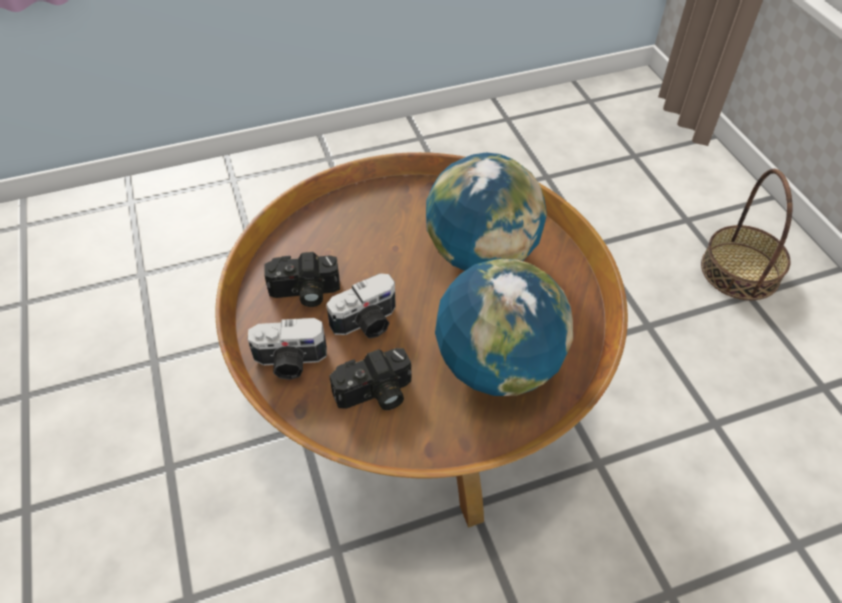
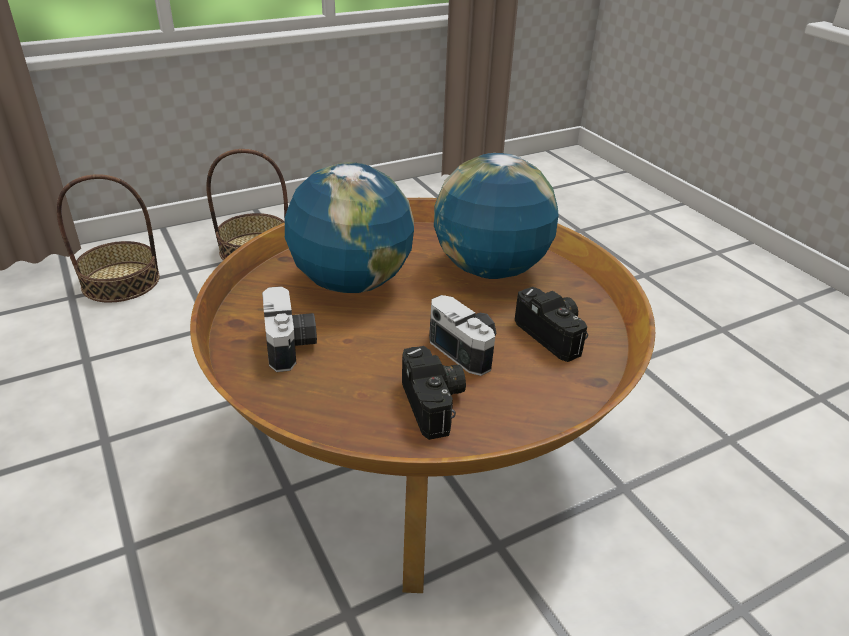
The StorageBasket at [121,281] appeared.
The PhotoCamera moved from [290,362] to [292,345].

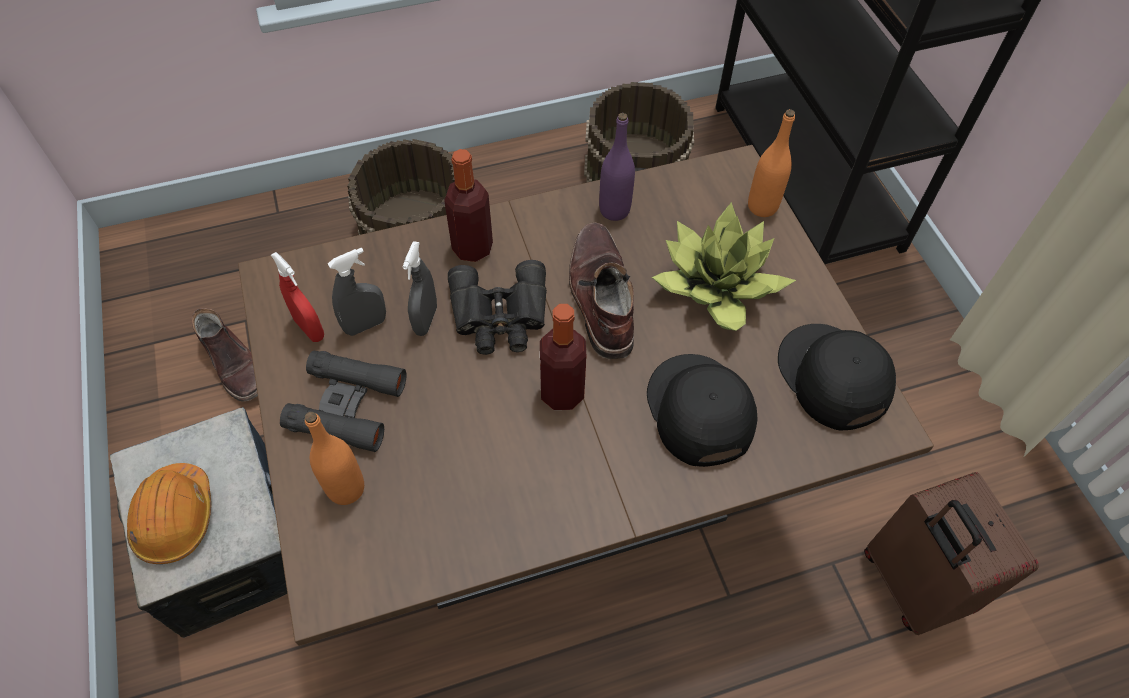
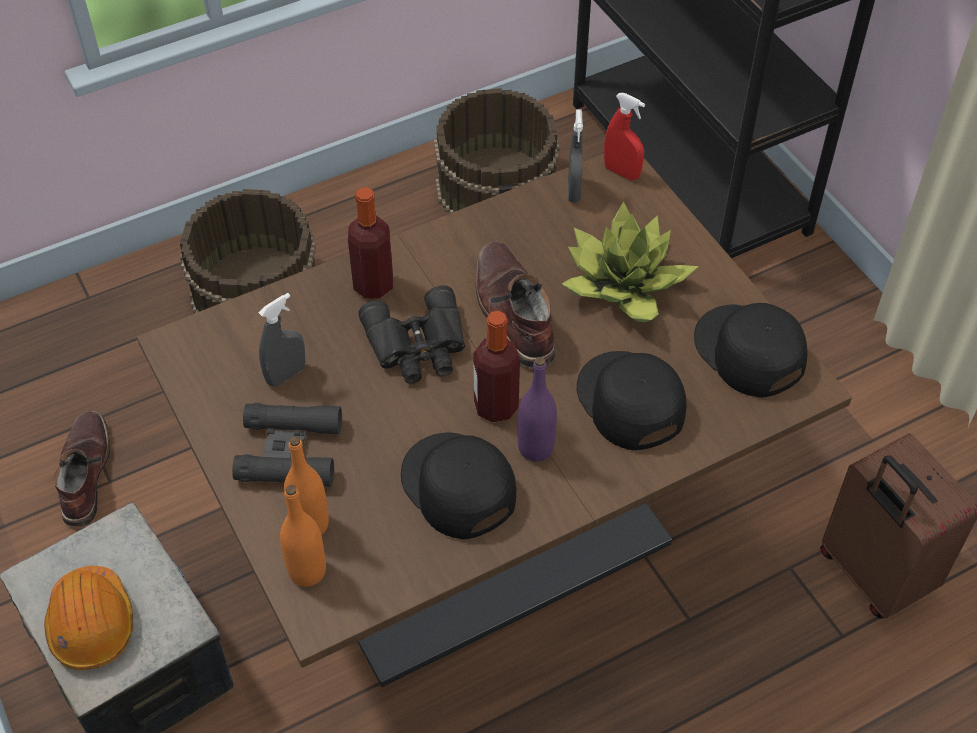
The BlackColouredBaseballCap at [457,487] appeared.
The ReddishSprayer moved from [309,329] to [621,172].
The GreyishSprayer moved from [426,320] to [574,191].
The PurpleDrinkBottle moved from [614,210] to [535,448].
The OrangeColouredDrinkBottle moved from [762,206] to [307,571].
The BrownTallBoot at [234,364] turned 135 degrees counterclockwise.

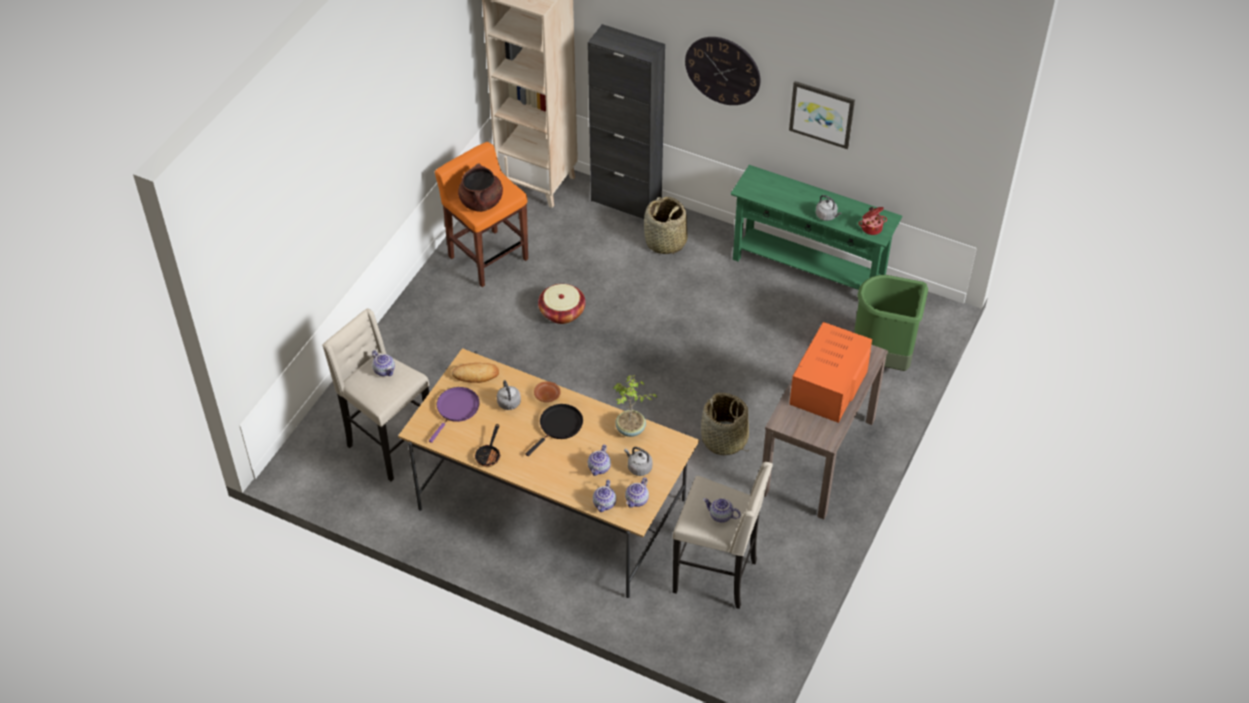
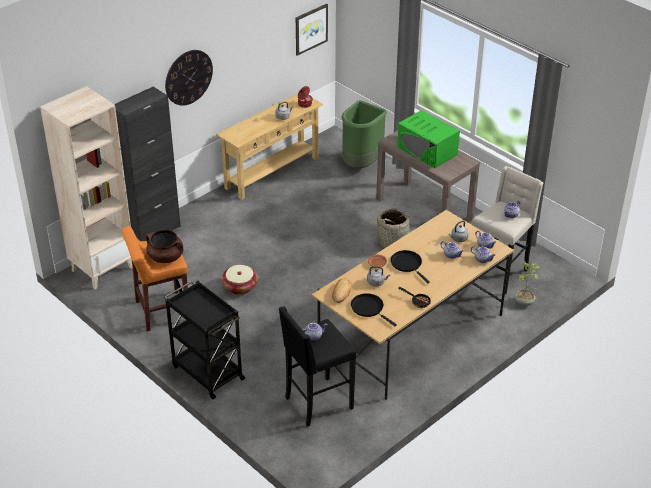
The StorageBasket at [665,242] disappeared.
The BlackColouredTrolley at [207,372] appeared.
The PottedPlant moved from [630,430] to [524,302].
The WallPicture moved from [822,114] to [311,29].
The BeigeColouredStoolSeat at [388,445] became the BlackColouredStoolSeat at [317,403].
The PurpleSkillet at [456,409] became the BlackColouredSkillet at [369,308].
The GreenColouredNarrowTable at [808,271] became the BeigeColouredNarrowTable at [271,172].
The OrangeColouredMicrowaveOven at [828,386] became the GreenColouredMicrowaveOven at [427,151].

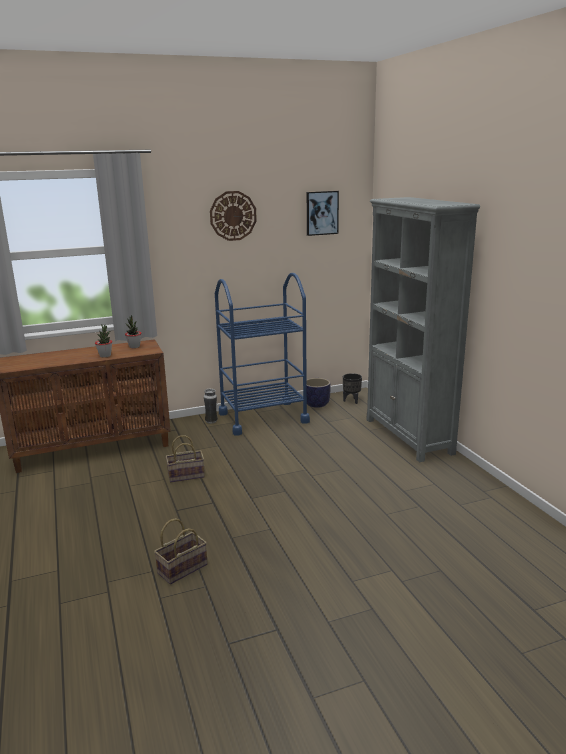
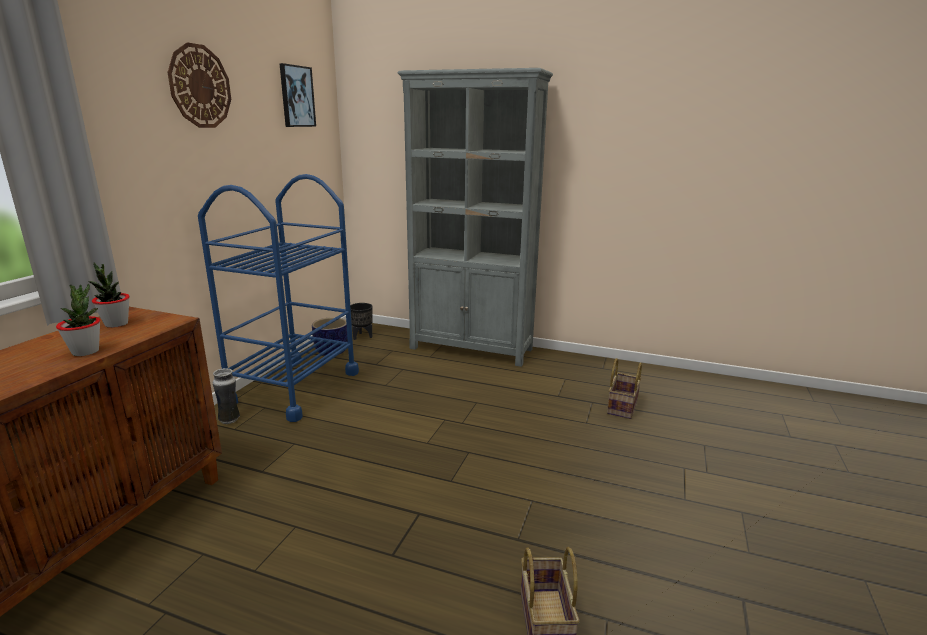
The StorageBasket moved from [187,475] to [621,406].

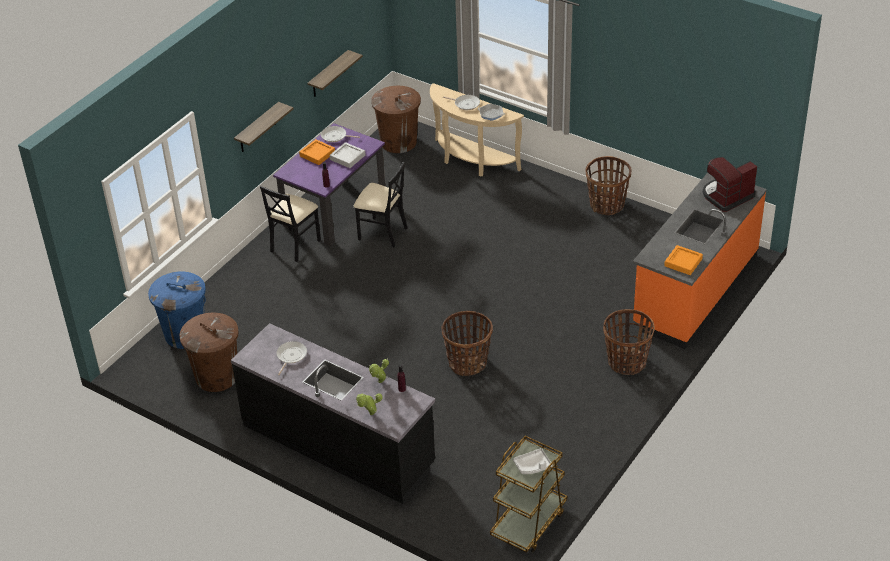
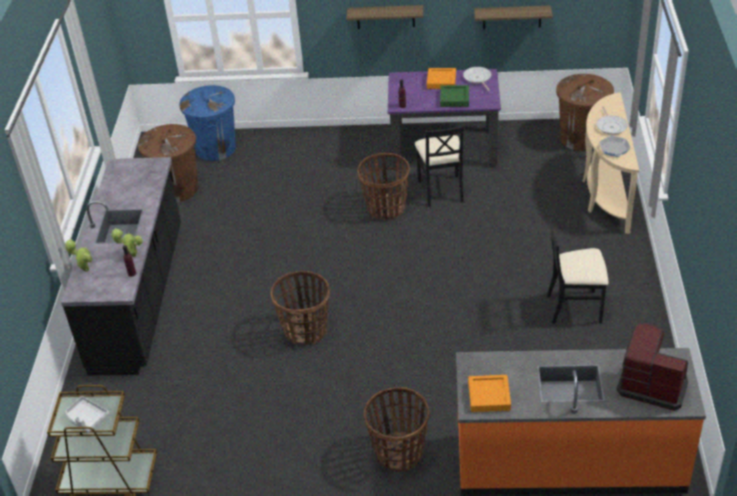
The Skillet at [290,356] disappeared.
The BlackColouredUprightChair moved from [295,245] to [574,307].
The StorageBasket moved from [607,205] to [385,208].
The GreyishCarryingTray at [347,157] became the GreenColouredCarryingTray at [454,99].

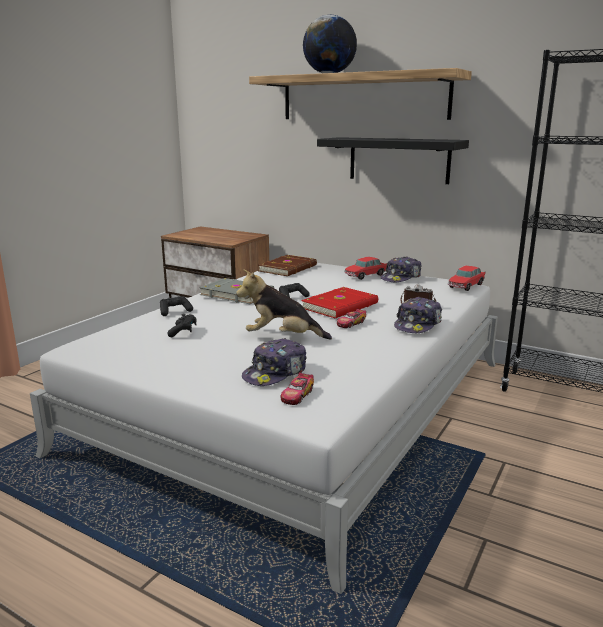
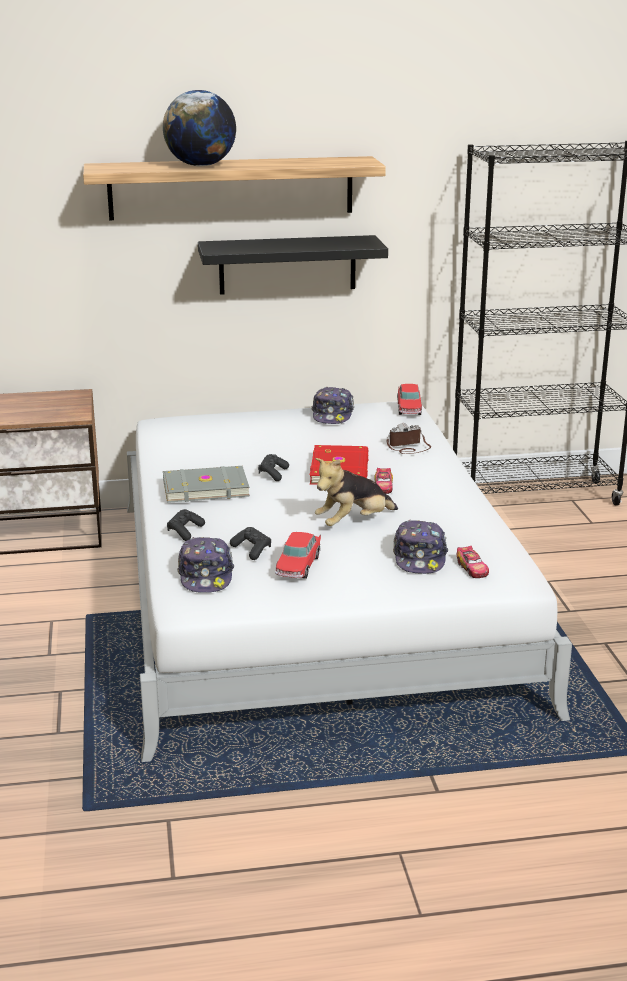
The BrownBoundBook at [289,268] disappeared.
The ModelCar moved from [365,275] to [298,566].
The BaseballCap moved from [418,325] to [206,575].

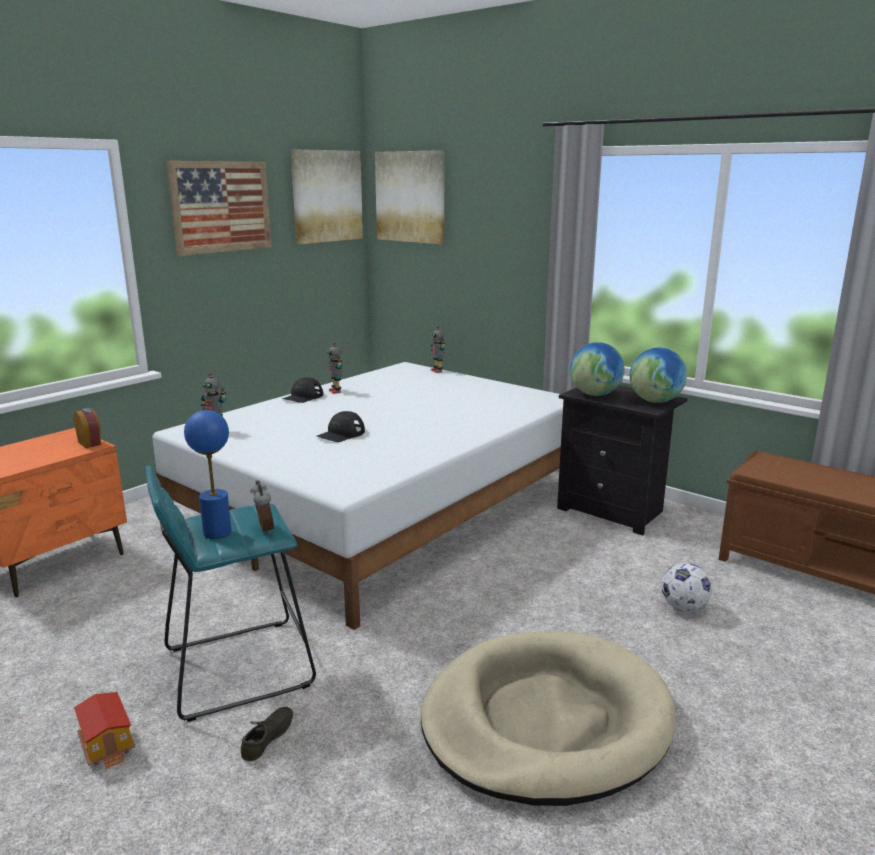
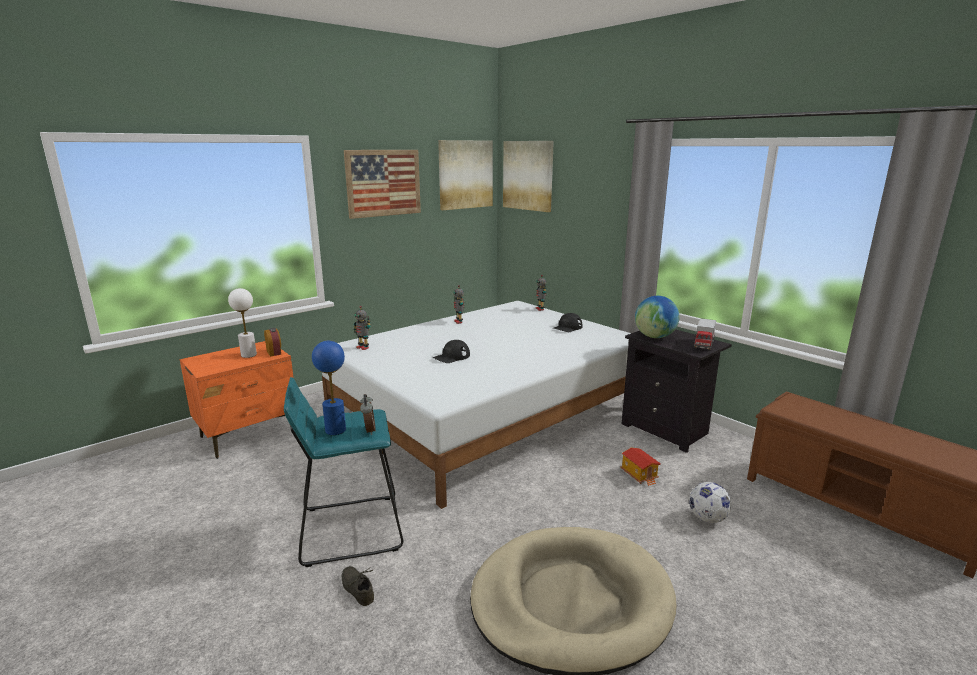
The WhiteColouredTableLamp at [249,355] appeared.
The ModelHouse moved from [108,744] to [639,475].
The BlackColouredBaseballCap moved from [303,397] to [567,327].
The DeskGlobe at [655,401] was replaced by the ToyLorry at [703,345].
The GreyishLowShoe at [270,739] turned 75 degrees counterclockwise.

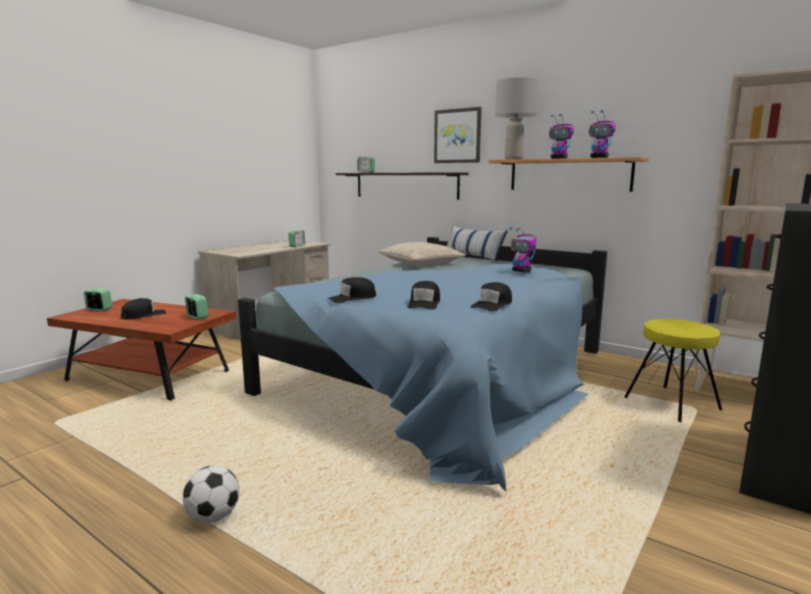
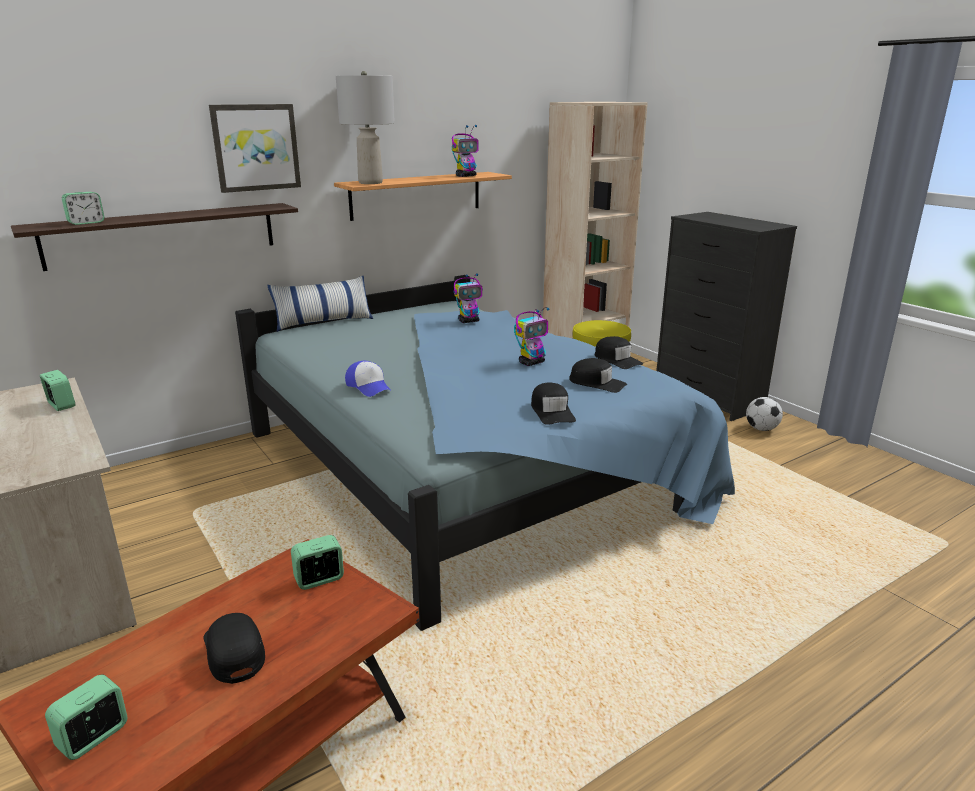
The BeigeColouredCushion at [420,263] disappeared.
The BaseballCap at [369,387] appeared.
The BallForFootball moved from [213,516] to [761,429].
The ModelRobot moved from [559,158] to [532,362].

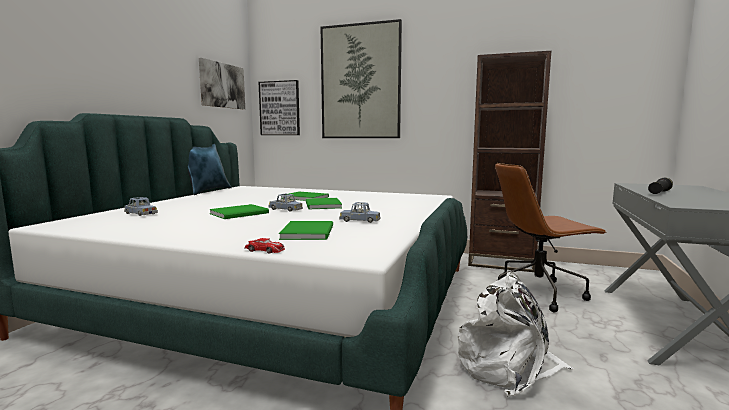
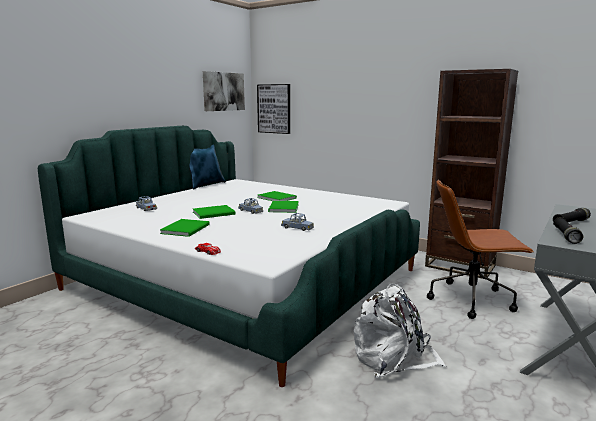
The WallPicture at [360,82] disappeared.
The BlackColouredFlashlight at [566,236] appeared.
The GreenColouredBoundBook moved from [309,232] to [187,229].

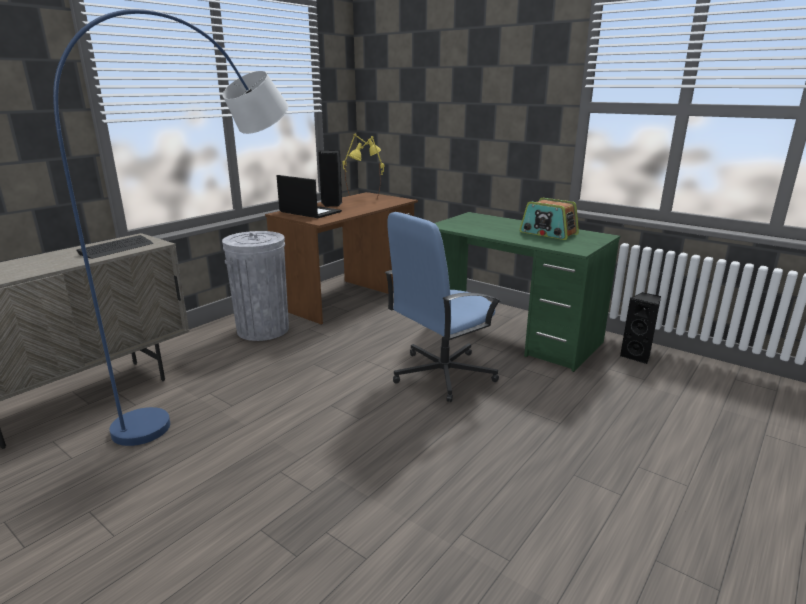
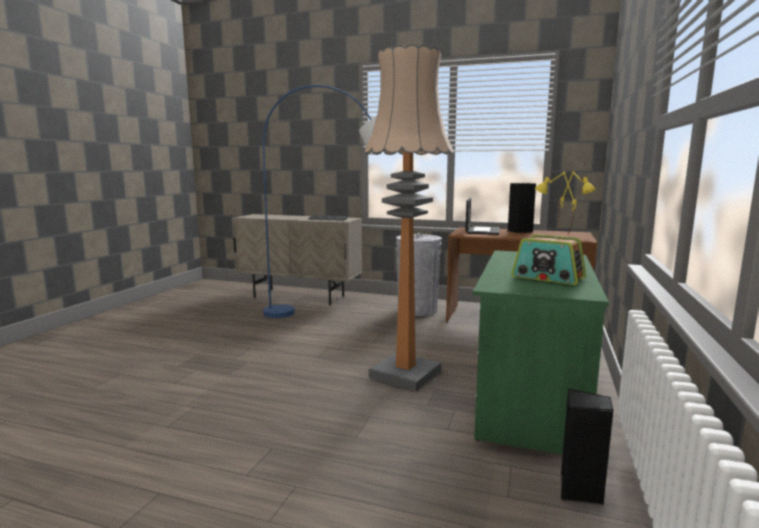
The BluishComputerChair at [442,374] was replaced by the StandardLamp at [405,374].
The RadioReceiver at [548,233] turned 75 degrees counterclockwise.

